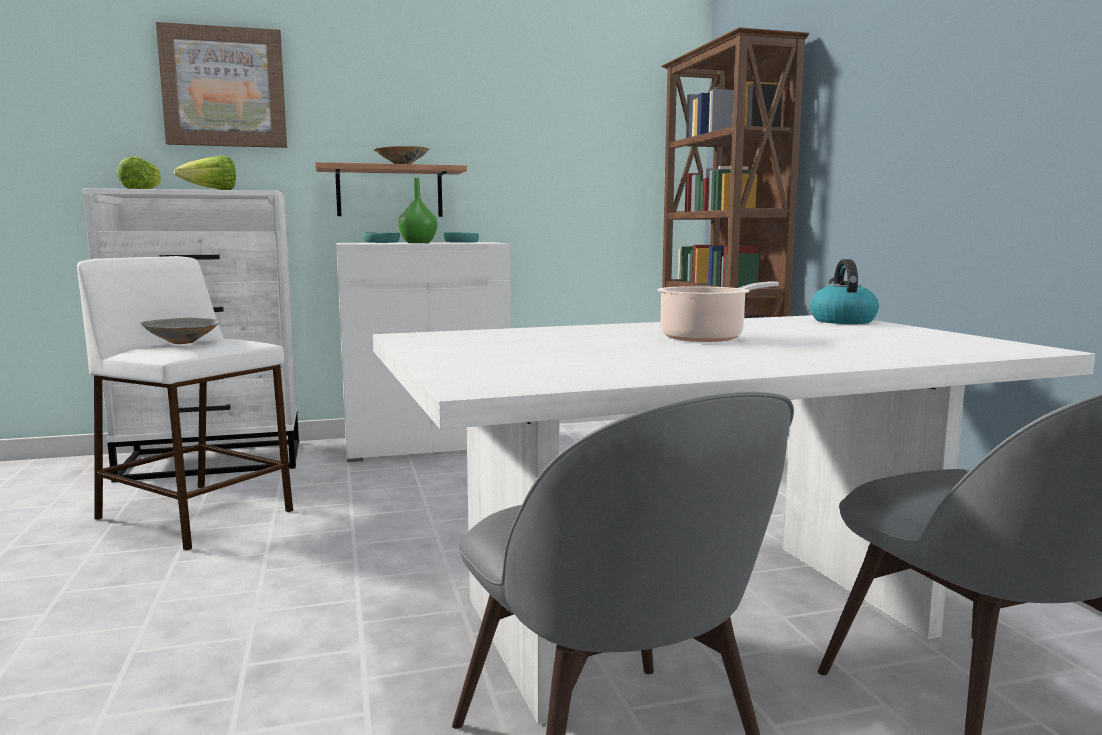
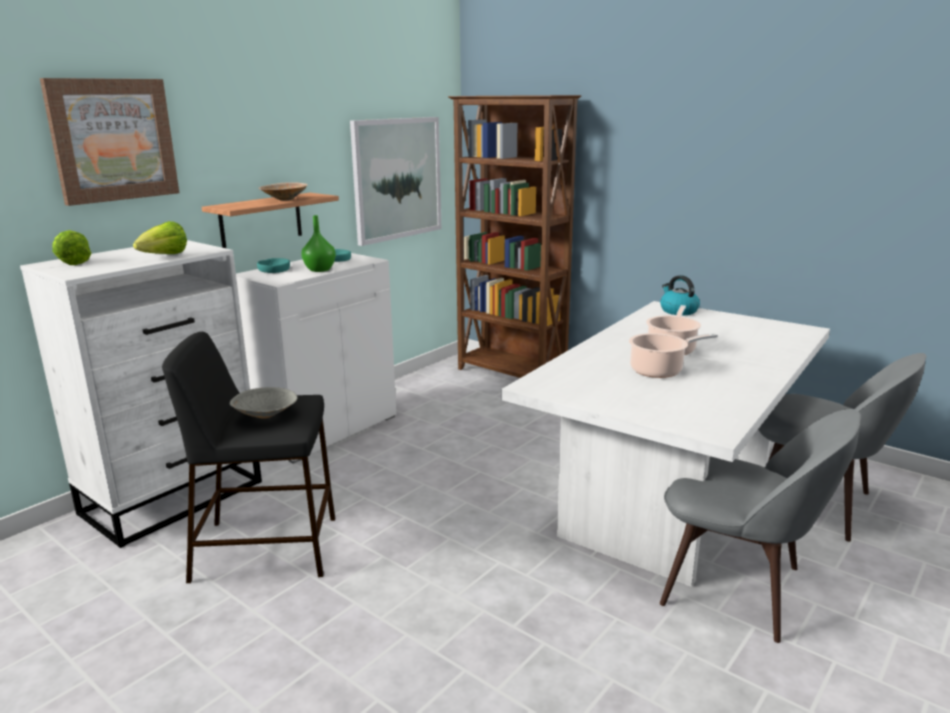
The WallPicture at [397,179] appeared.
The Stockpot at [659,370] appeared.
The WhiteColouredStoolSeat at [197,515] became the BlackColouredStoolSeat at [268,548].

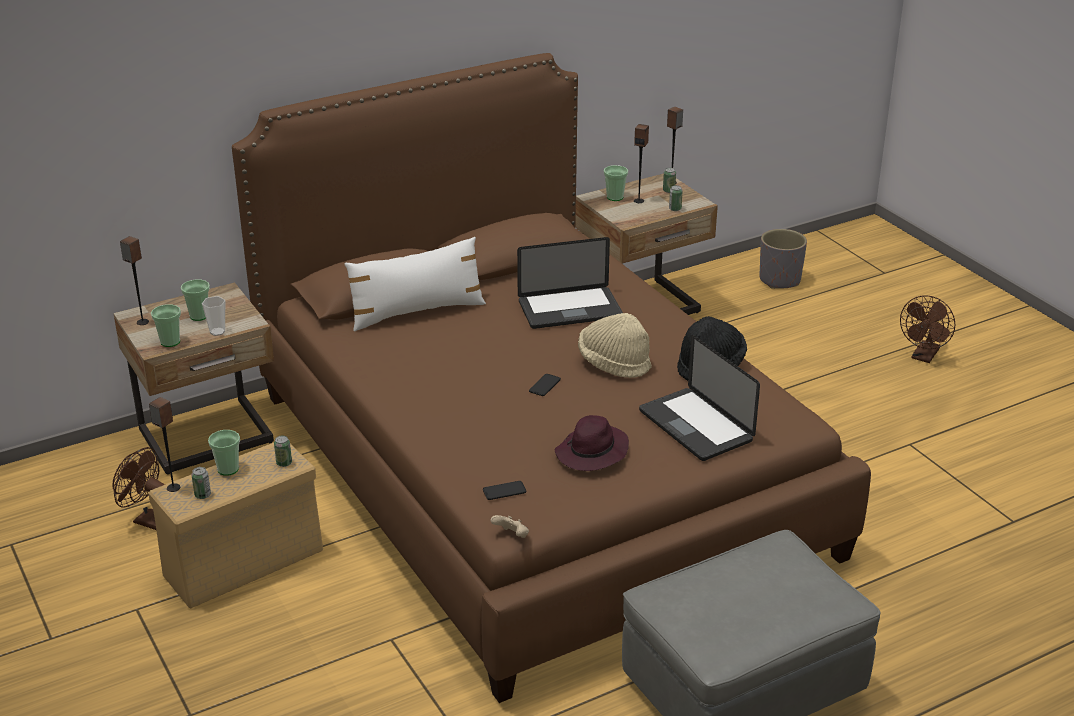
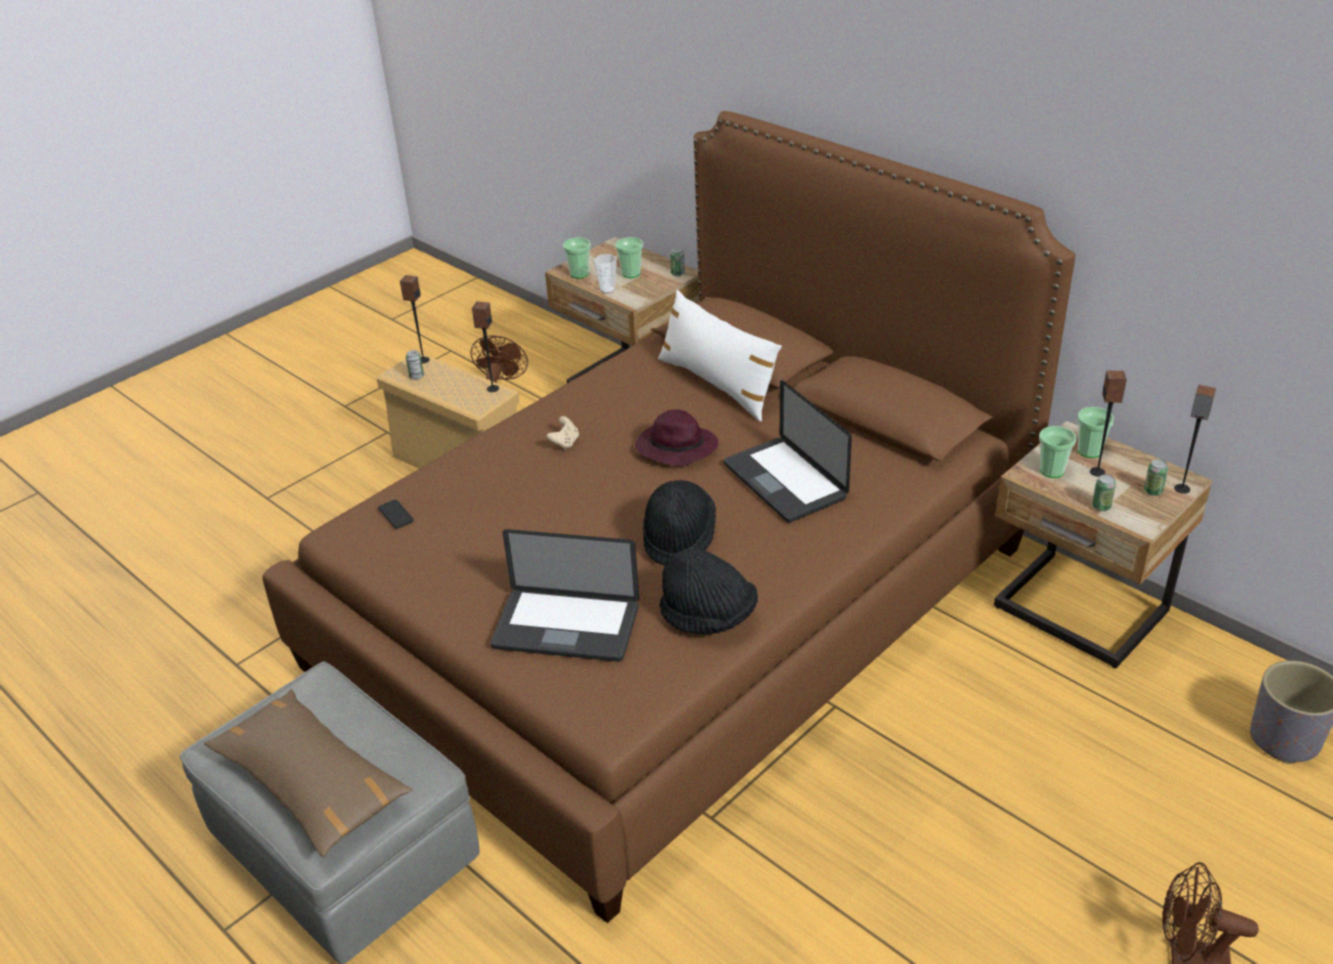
The Telephone at [544,385] disappeared.
The BrownCushion at [311,783] appeared.
The Speaker moved from [142,322] to [492,388].
The DrinkingCup moved from [228,469] to [1051,471].
The SealedCan moved from [284,463] to [677,273].
The BeigeColouredJoypad moved from [511,536] to [565,443].
The PurpleWearableHat moved from [592,453] to [675,448].
The BeigeColouredWearableHat at [614,363] became the BlackColouredWearableHat at [679,538].
The NotebookComputer at [695,426] turned 120 degrees counterclockwise.

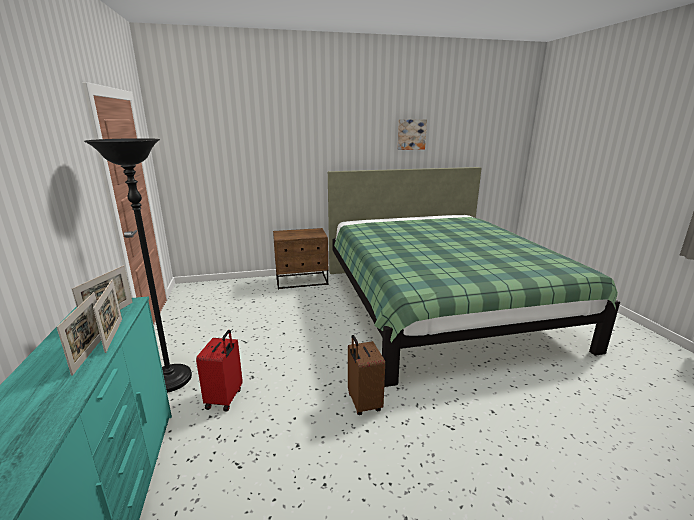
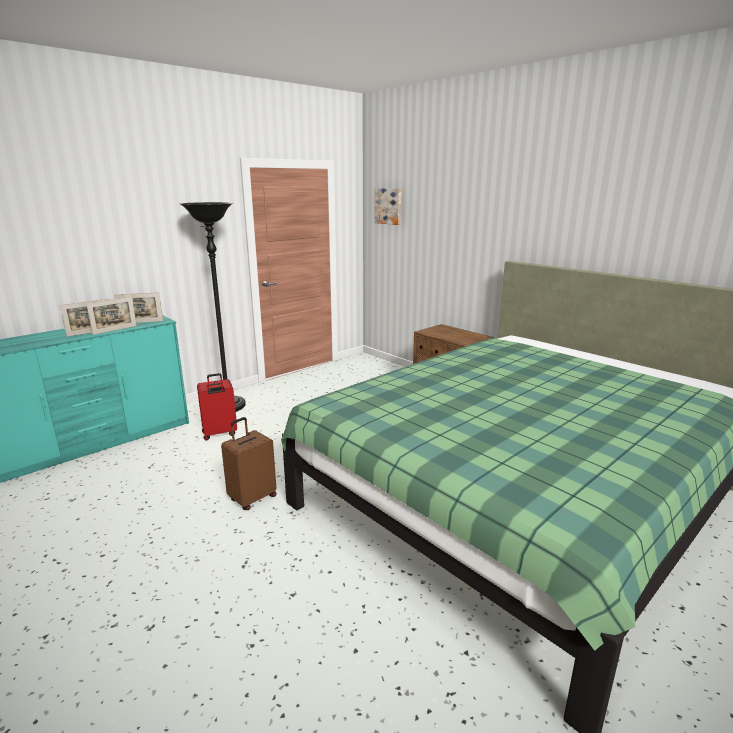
The WallPicture moved from [411,134] to [388,206].

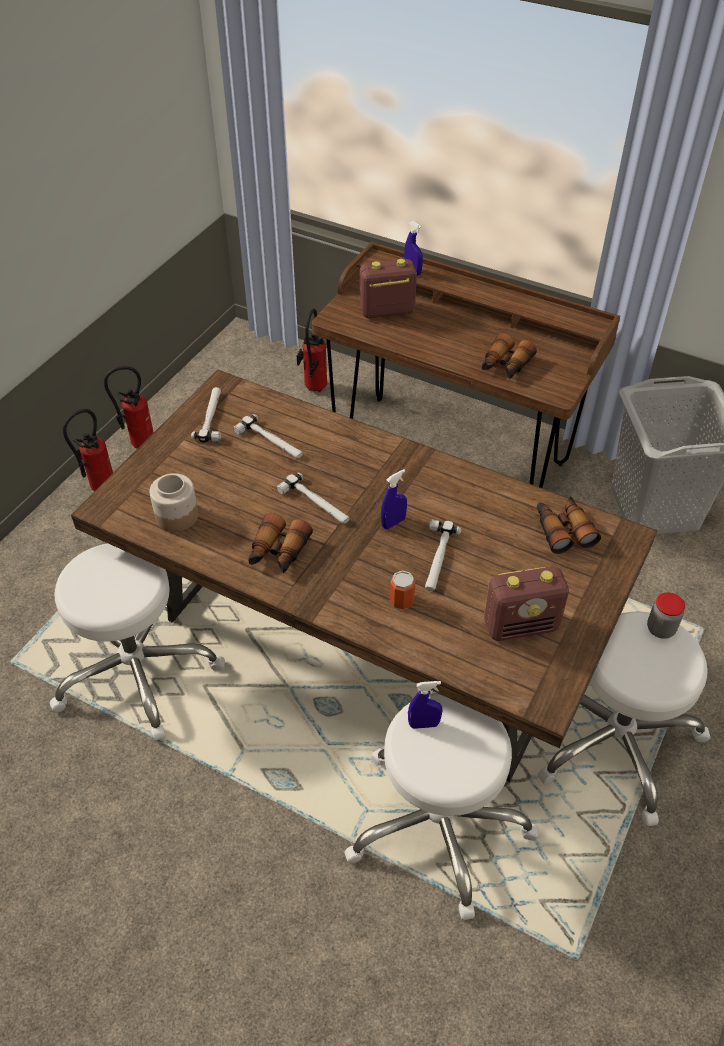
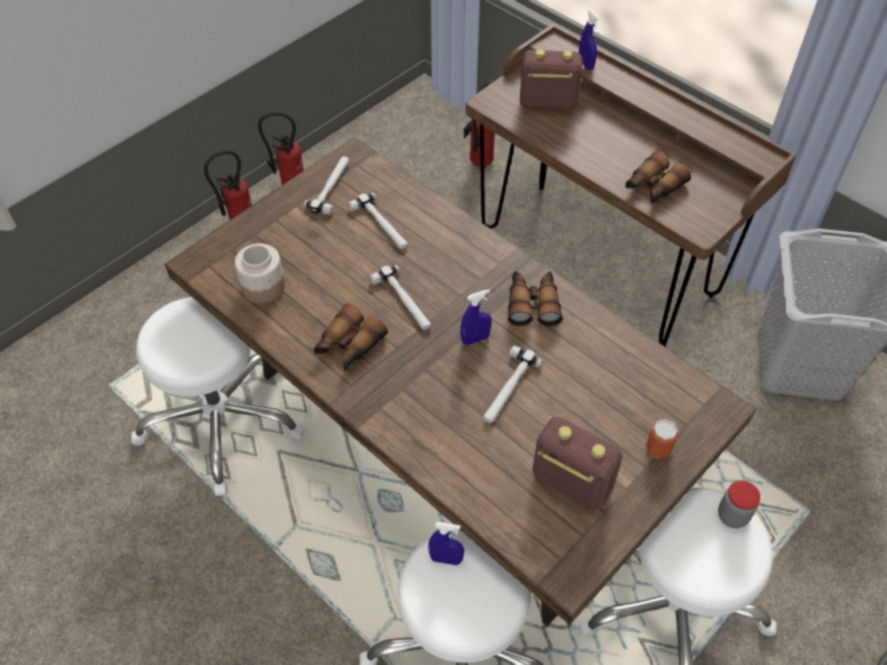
The SealedCan moved from [401,601] to [658,449].
The PairOfBinoculars moved from [563,530] to [532,303].
The RadioReceiver at [521,625] turned 150 degrees counterclockwise.

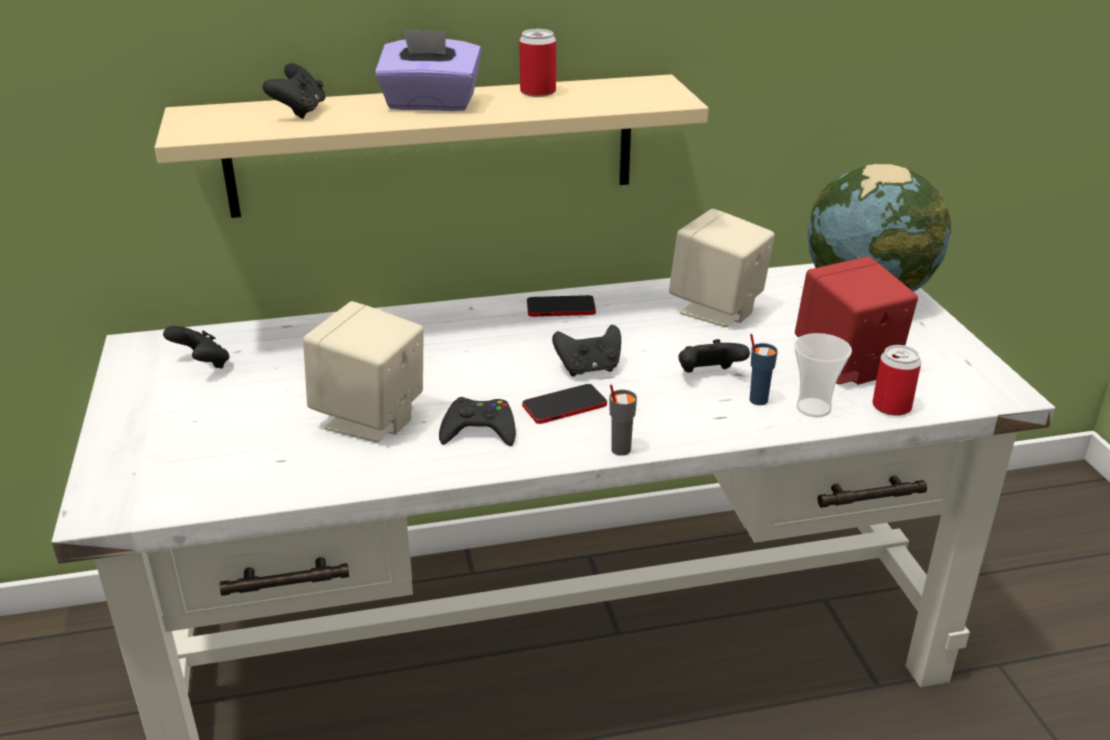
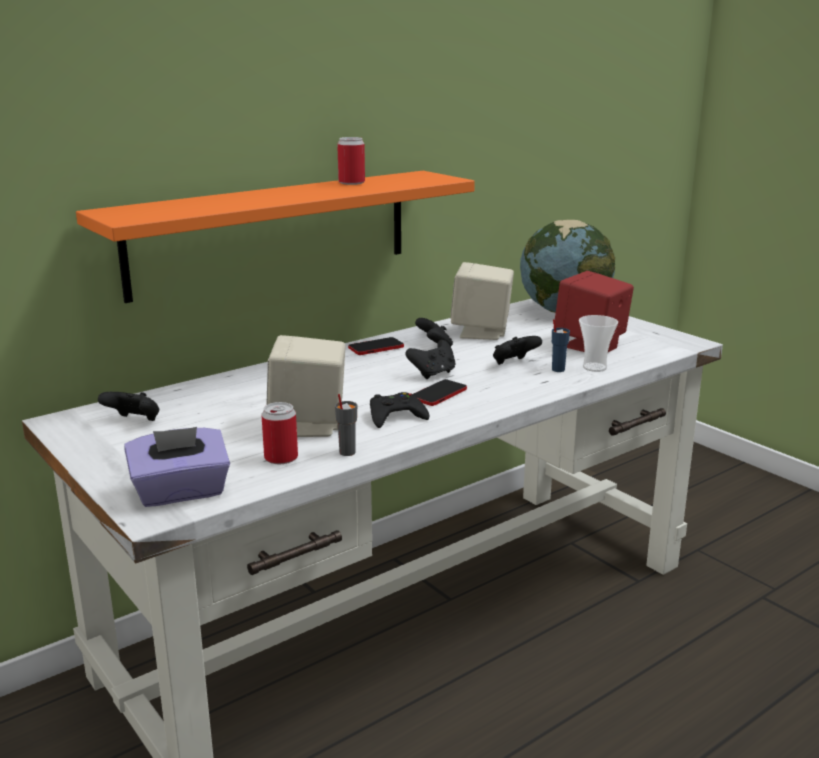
The BlackColouredJoypad moved from [299,112] to [435,348].
The PurpleBoxOfTissues moved from [430,104] to [181,492].
The GreyishDrinkingCup moved from [620,449] to [346,452].
The SealedCan moved from [891,407] to [281,458].
The BeigeColouredWallShelf at [433,145] became the OrangeColouredWallShelf at [272,232].

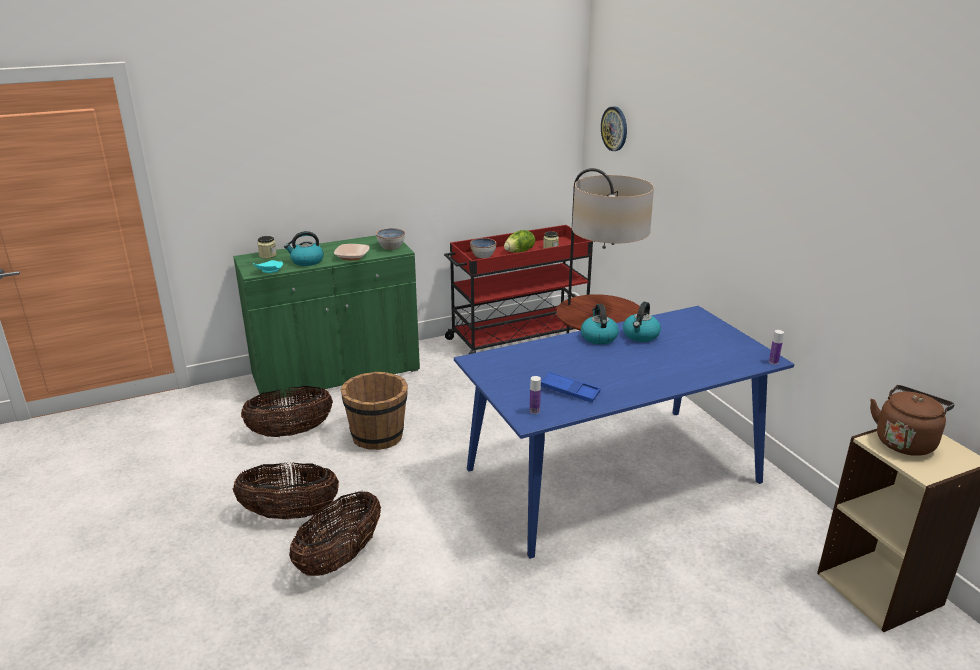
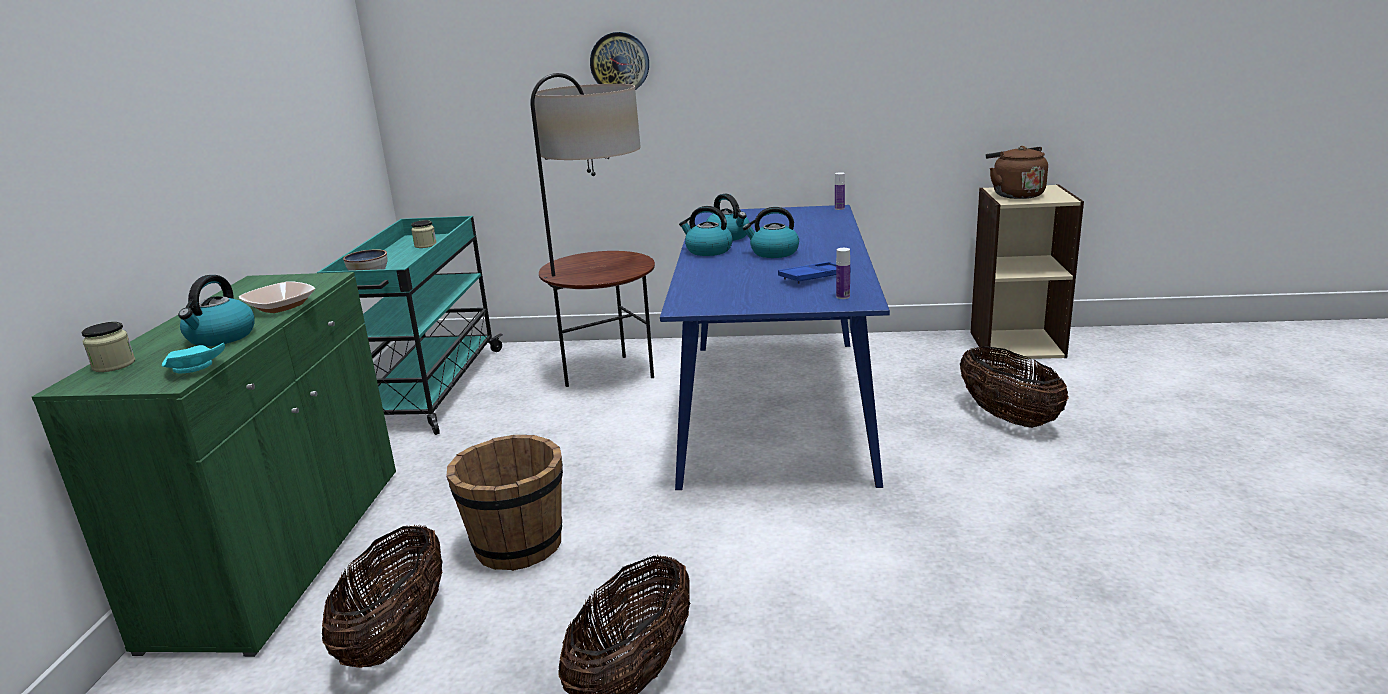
The DeepDish at [391,247] disappeared.
The Lettuce at [519,251] disappeared.
The TeaKettle at [773,253] appeared.
The StorageBasket moved from [340,558] to [1008,417].
The WallClock moved from [614,128] to [619,63].
The ReddishTrolley at [518,338] became the TurquoiseColouredTrolley at [429,390].

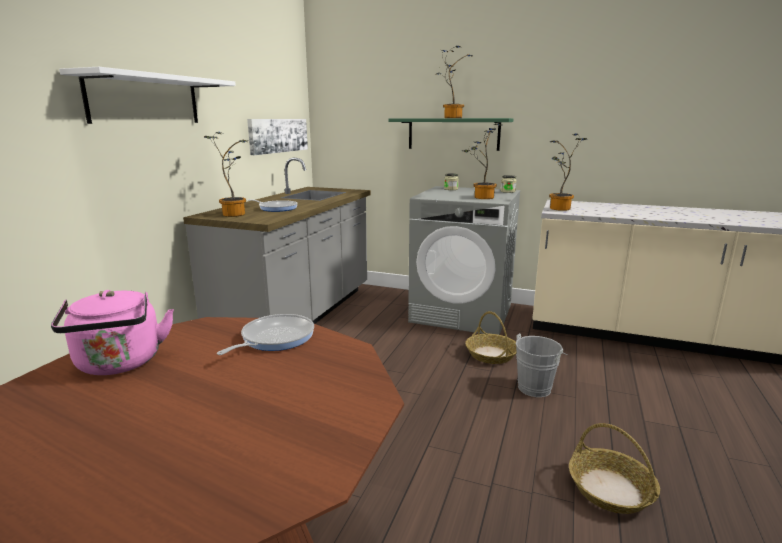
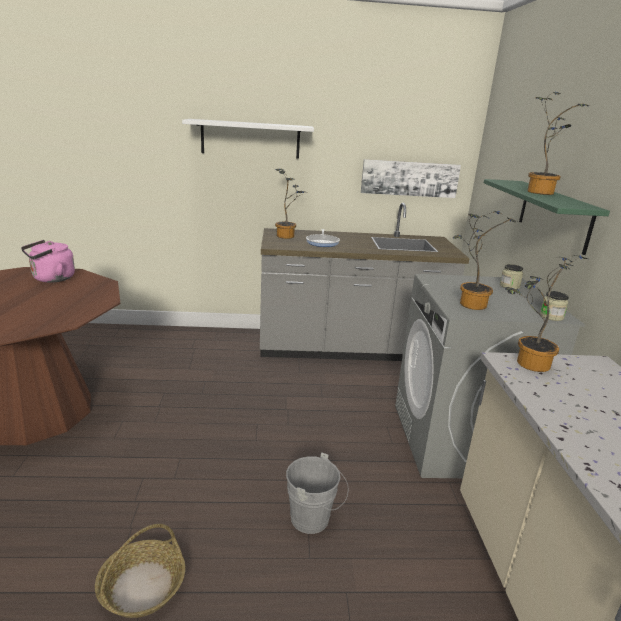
The Skillet at [274,338] disappeared.
The StorageBasket at [491,354] disappeared.

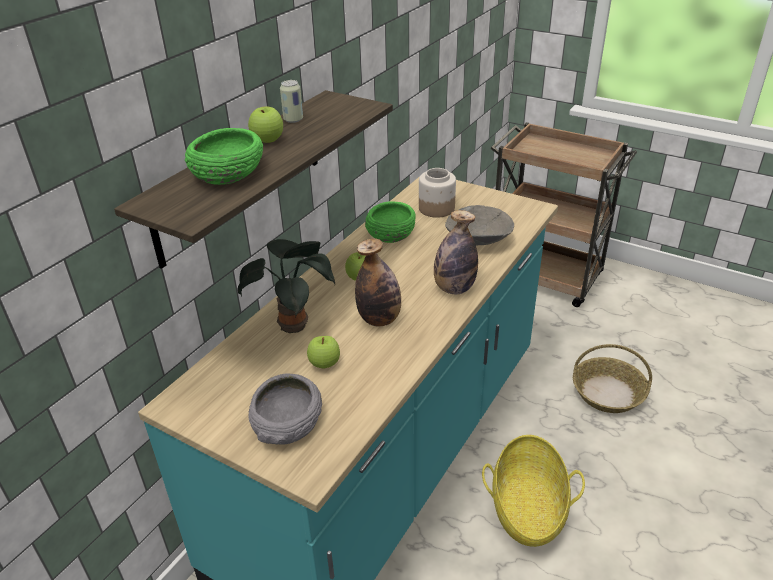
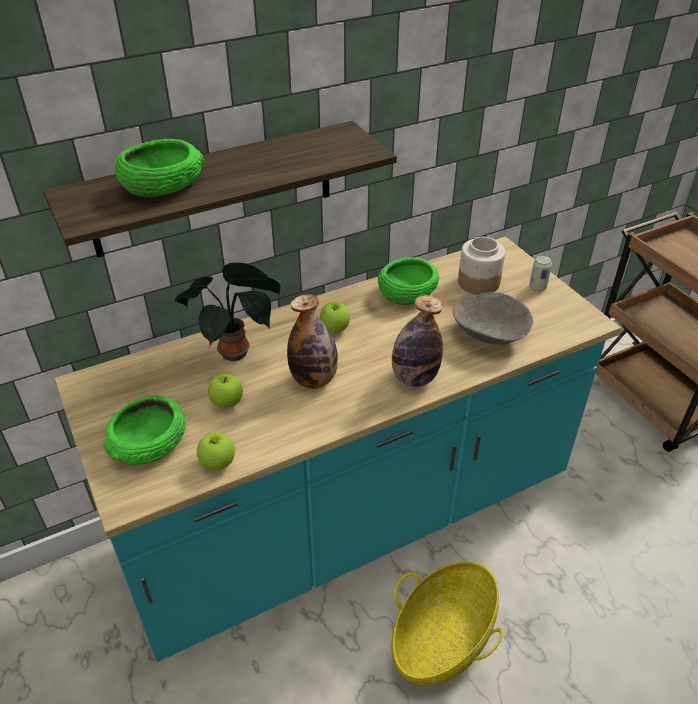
The StorageBasket at [608,393] disappeared.
The AppleFruit moved from [268,140] to [218,463].
The SealedCan moved from [293,119] to [537,287].
The GreyishDeepDish at [288,422] became the GreenColouredDeepDish at [150,443].

